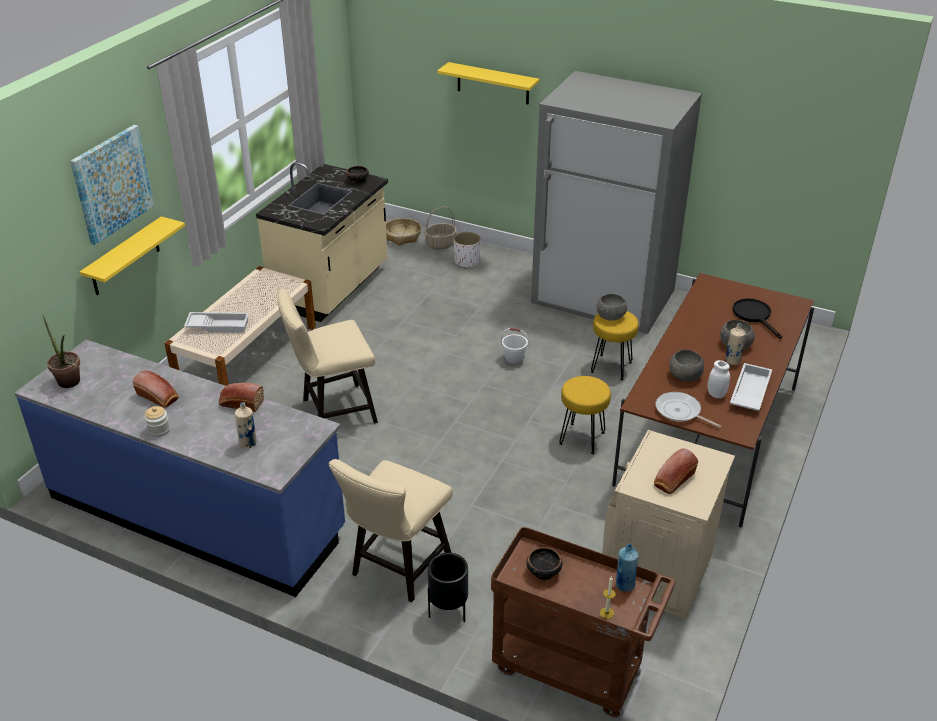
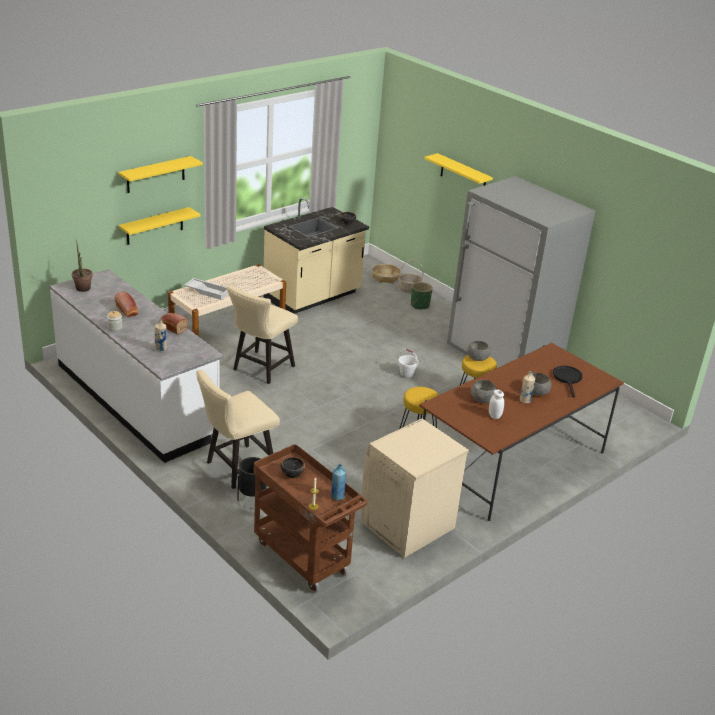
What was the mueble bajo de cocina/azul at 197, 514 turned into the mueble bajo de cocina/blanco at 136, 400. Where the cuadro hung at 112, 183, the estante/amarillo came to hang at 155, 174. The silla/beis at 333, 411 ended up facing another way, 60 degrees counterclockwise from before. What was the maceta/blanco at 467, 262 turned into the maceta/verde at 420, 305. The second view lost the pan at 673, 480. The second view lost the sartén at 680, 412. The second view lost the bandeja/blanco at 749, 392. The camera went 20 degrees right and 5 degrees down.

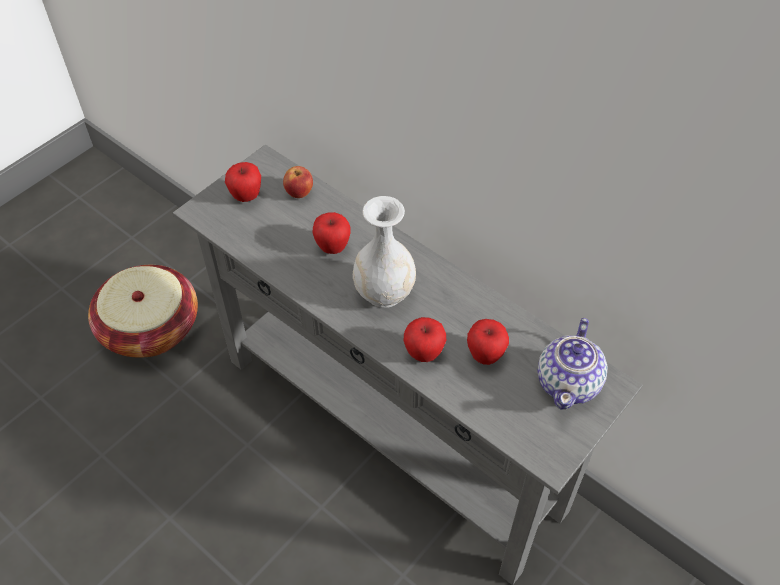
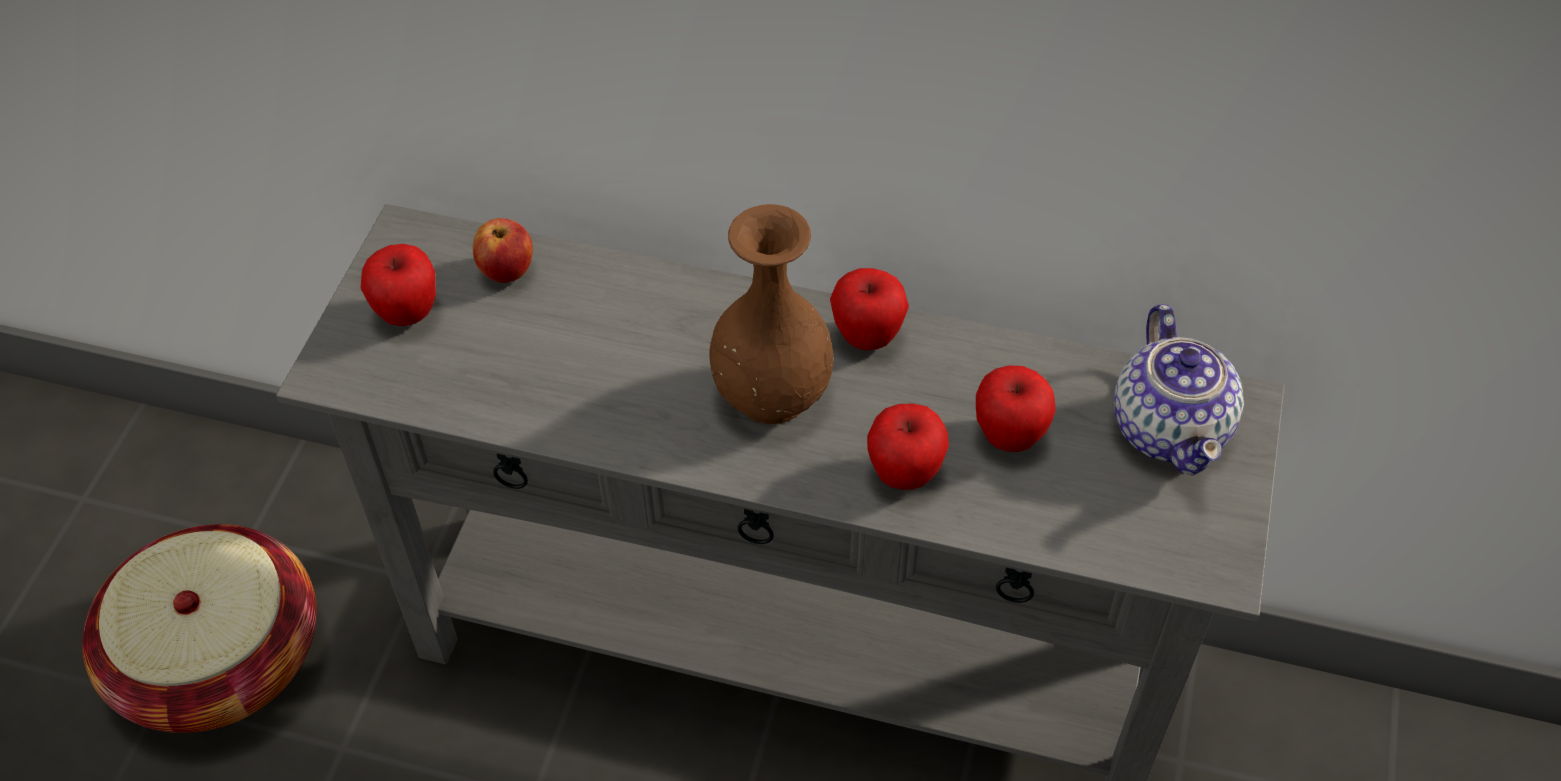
What was the florero/blanco at 384, 292 turned into the florero/marrón at 772, 393. The manzana ended up elsewhere, having gone from 333, 247 to 867, 336. The camera went 25 degrees left and 0 degrees up.

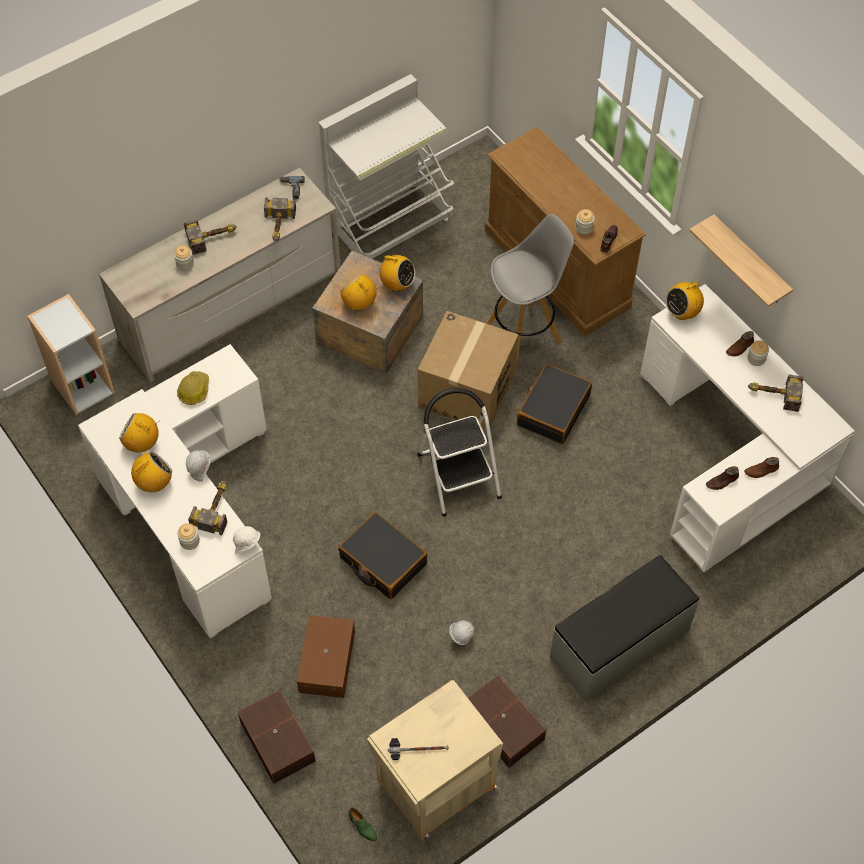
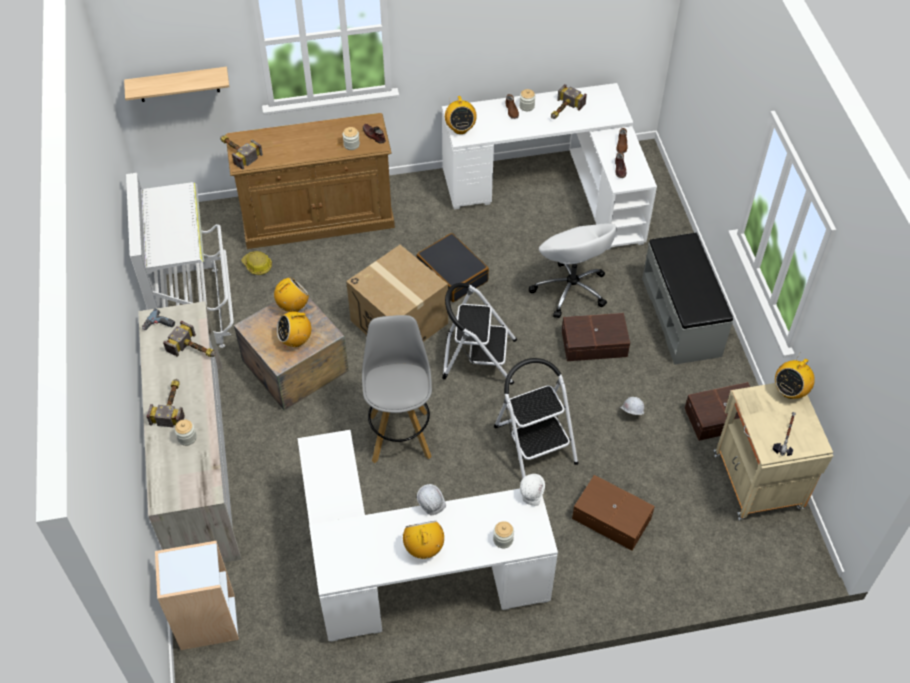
The estante ended up elsewhere, having gone from 750, 262 to 178, 84. The martillo ended up elsewhere, having gone from 215, 508 to 237, 151. The casco ended up elsewhere, having gone from 194, 390 to 257, 266. The taburete/gris ended up elsewhere, having gone from 524, 333 to 400, 435. Where the maleta/negro stood at 382, 561, the escalera de tijera came to stand at 534, 442. The second view gained the silla de oficina/blanco at 571, 291. The caja de almacenaje/marrón ended up elsewhere, having gone from 276, 743 to 595, 344. The radio ended up elsewhere, having gone from 142, 444 to 790, 391. The second view lost the zapato/verde at 362, 827. The camera went 65 degrees left and 5 degrees down.

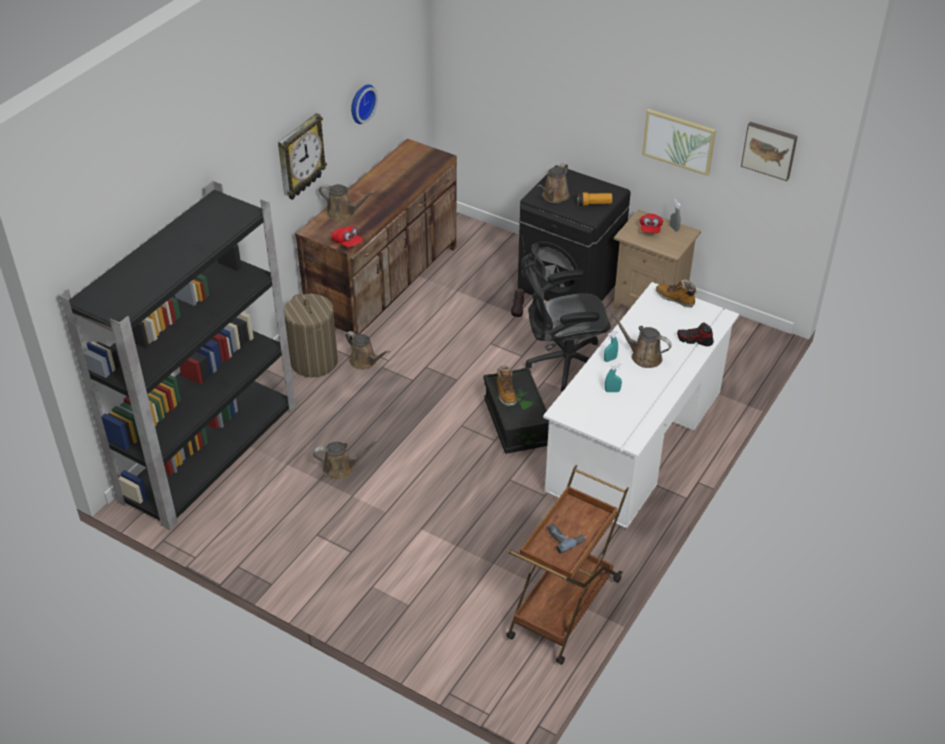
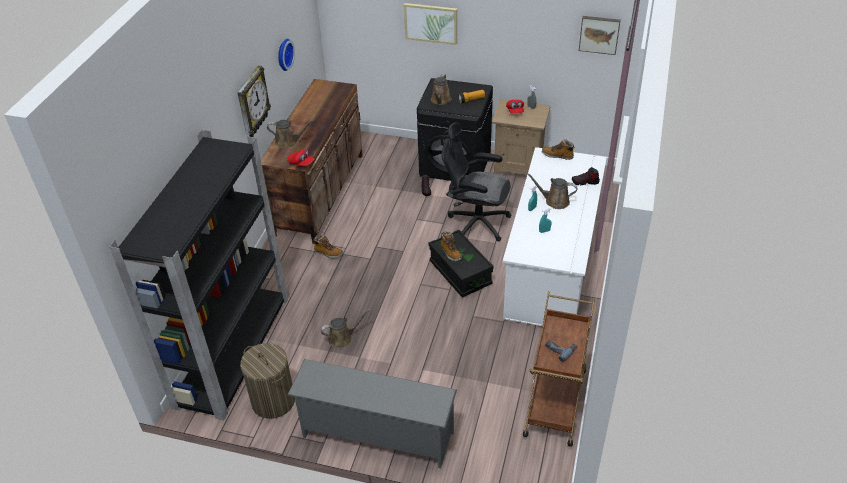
The cesto de la ropa ended up elsewhere, having gone from 314, 362 to 273, 401. The second view gained the zapatero/gris at 376, 436. Where the regadera/marrón stood at 365, 361, the bota came to stand at 328, 253. The cuadro ended up elsewhere, having gone from 679, 141 to 431, 23. The silla de oficina at 562, 364 ended up facing another way, 45 degrees clockwise from before. The camera went 15 degrees left and 0 degrees up.

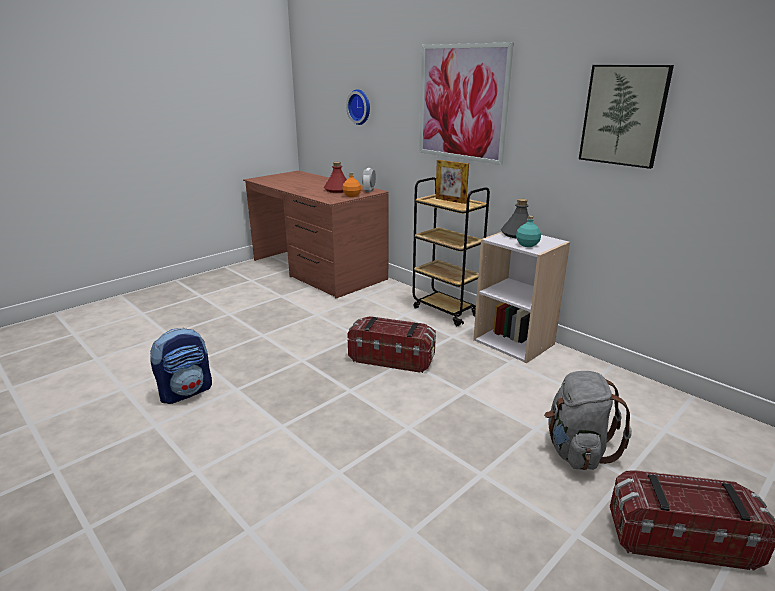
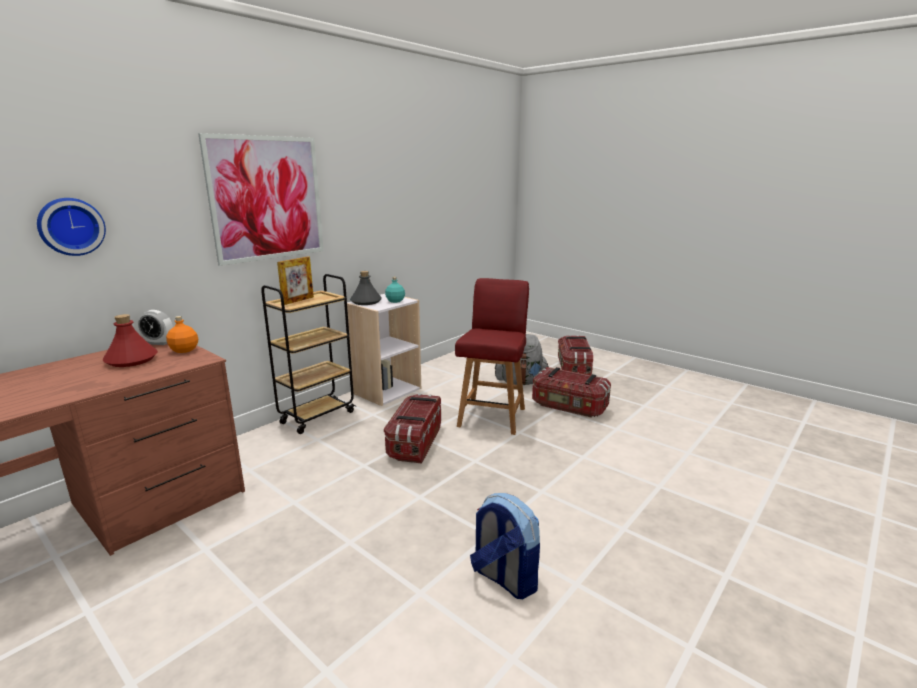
The second view gained the silla/rojo at 492, 416. The second view gained the caja de almacenaje at 569, 407. The second view lost the cuadro at 623, 115. The camera went 95 degrees left and 5 degrees down.

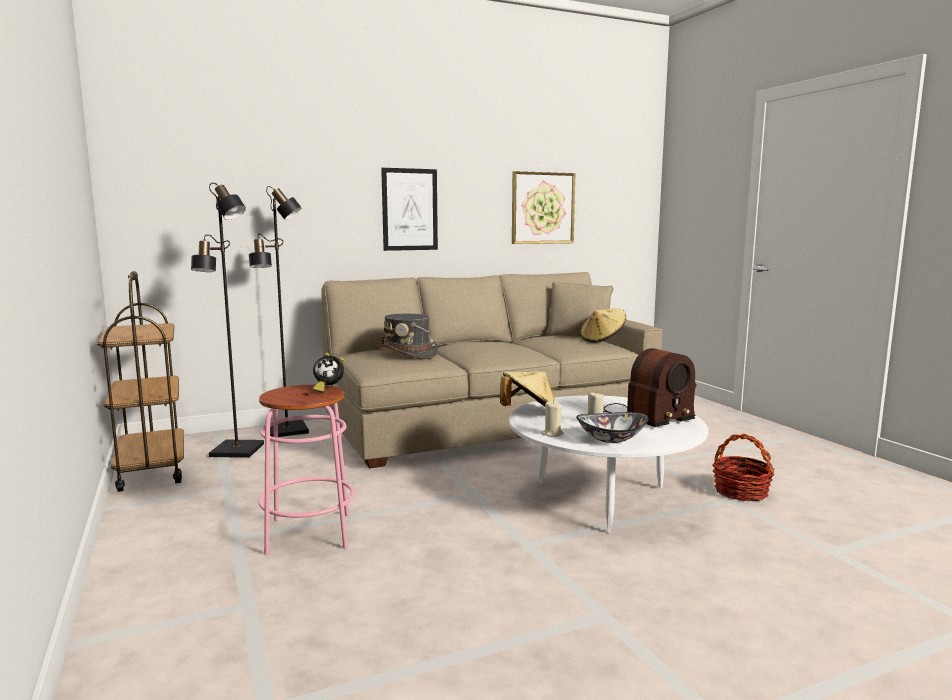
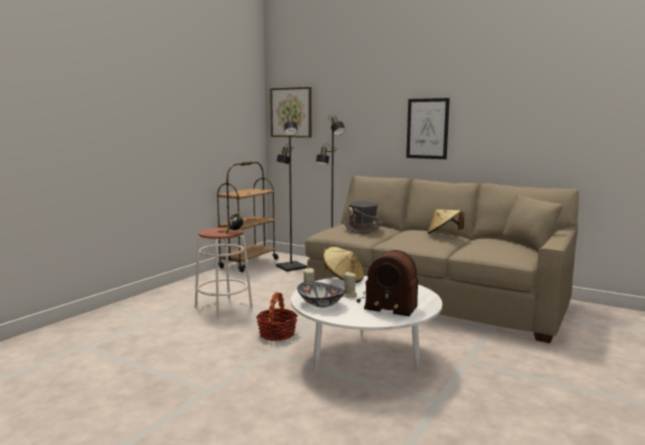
What was the taburete/rosa at 309, 533 turned into the taburete/blanco at 223, 307. The cesta ended up elsewhere, having gone from 740, 492 to 277, 334. The cuadro ended up elsewhere, having gone from 542, 208 to 291, 112. The sombrero/beis ended up elsewhere, having gone from 602, 340 to 443, 234. The camera went 55 degrees right and 0 degrees up.

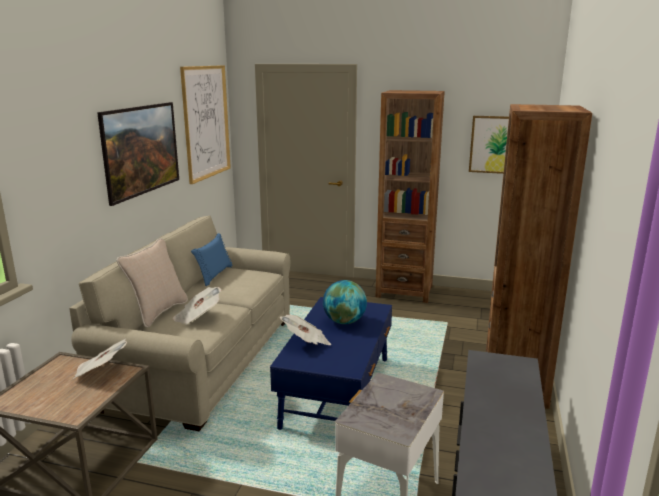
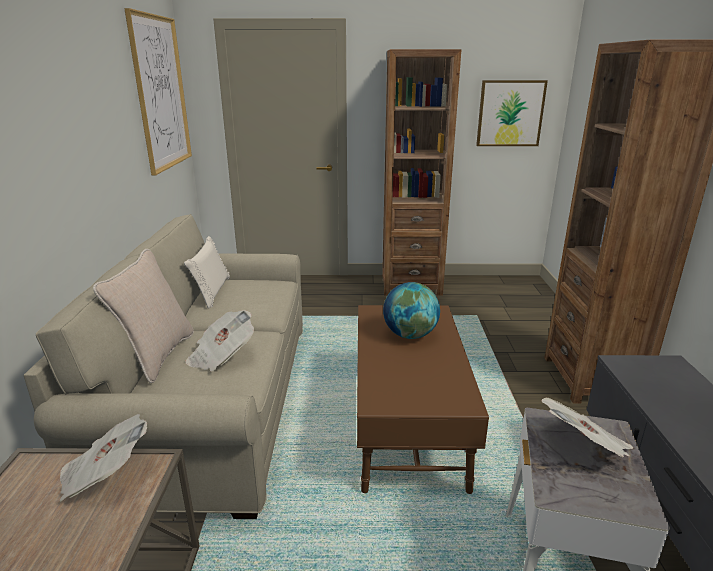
What was the cojín/azul at 214, 275 turned into the cojín/blanco at 212, 292. What was the mesa de centro/azul at 337, 391 turned into the mesa de centro/marrón at 407, 421. The periódico ended up elsewhere, having gone from 306, 342 to 585, 447. The second view lost the cuadro at 144, 171. The camera went 15 degrees left and 5 degrees up.

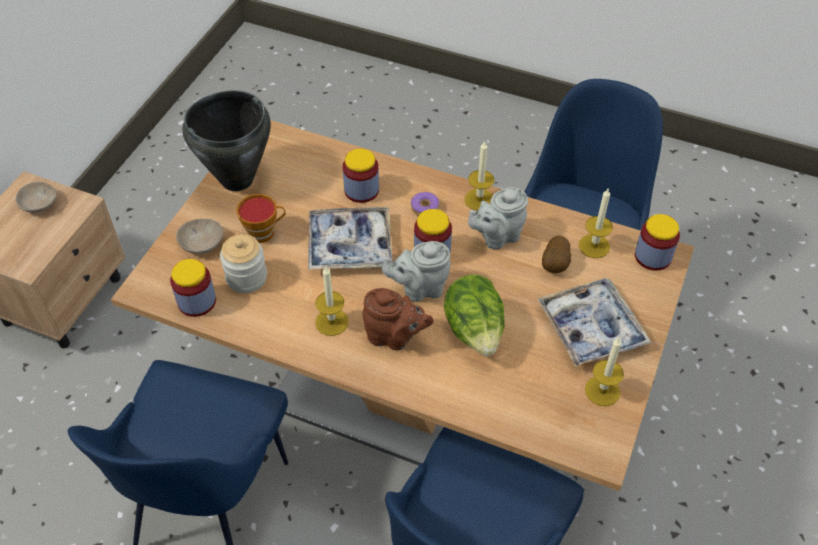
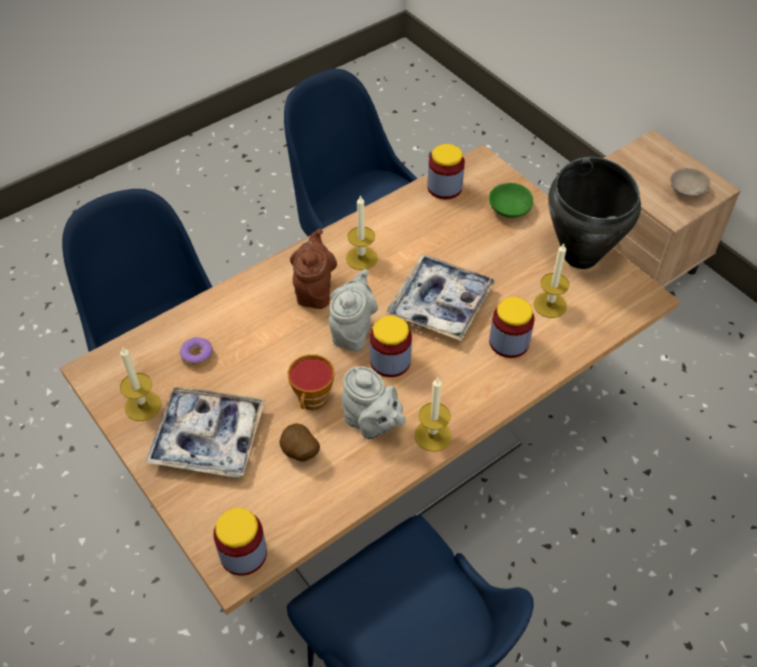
The rosquilla ended up elsewhere, having gone from 424, 208 to 197, 356. The taza ended up elsewhere, having gone from 264, 232 to 312, 401. The tetera/marrón at 394, 337 ended up facing another way, 135 degrees clockwise from before. The tetera/gris at 497, 236 ended up facing another way, 135 degrees clockwise from before. What was the cuenco/beis at 201, 245 turned into the cuenco/verde at 508, 208. The vela ended up elsewhere, having gone from 594, 246 to 550, 305. The second view lost the tarro at 246, 277. The second view lost the lechuga at 474, 331. The camera went 120 degrees right and 0 degrees up.

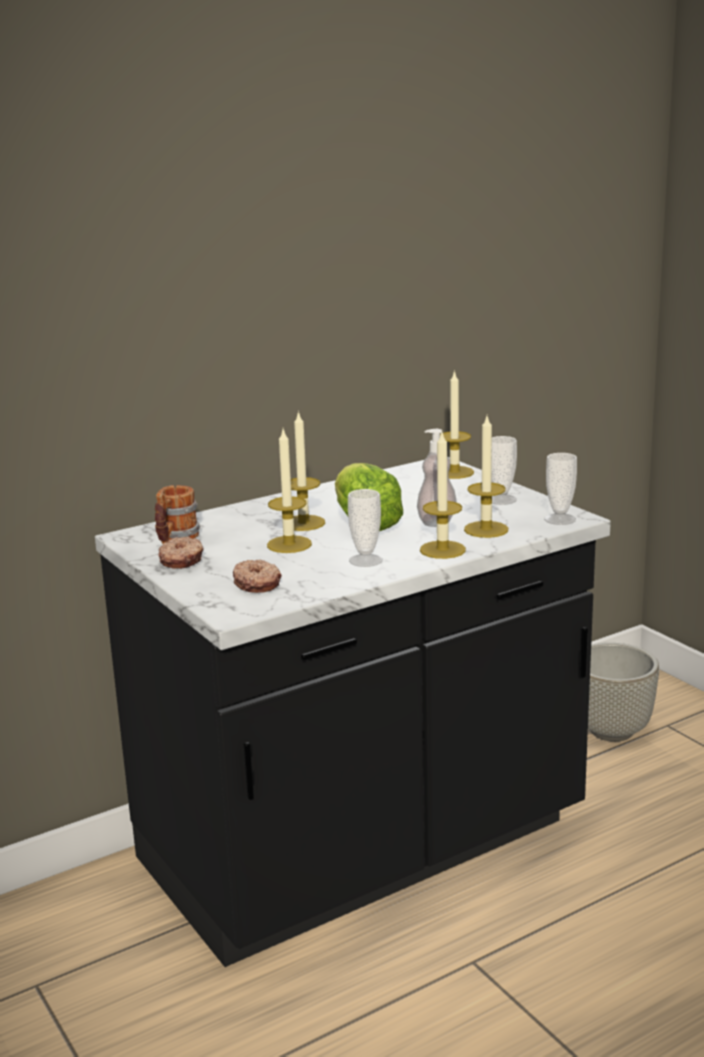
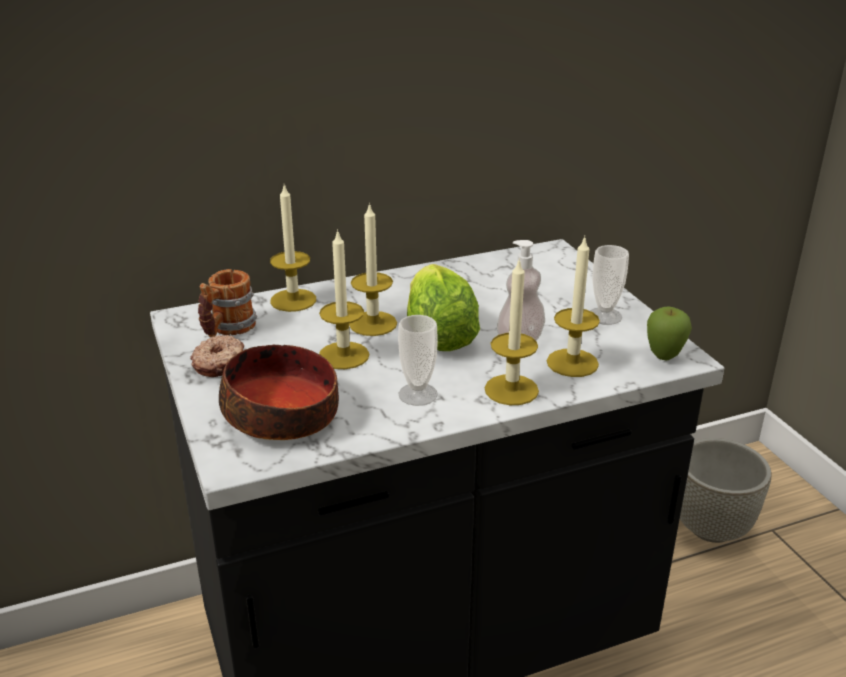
Where the rosquilla stood at 257, 583, the cuenco came to stand at 282, 415. The vela ended up elsewhere, having gone from 454, 472 to 293, 300. Where the taza stood at 560, 519, the manzana came to stand at 663, 358. The camera went 10 degrees right and 10 degrees up.

